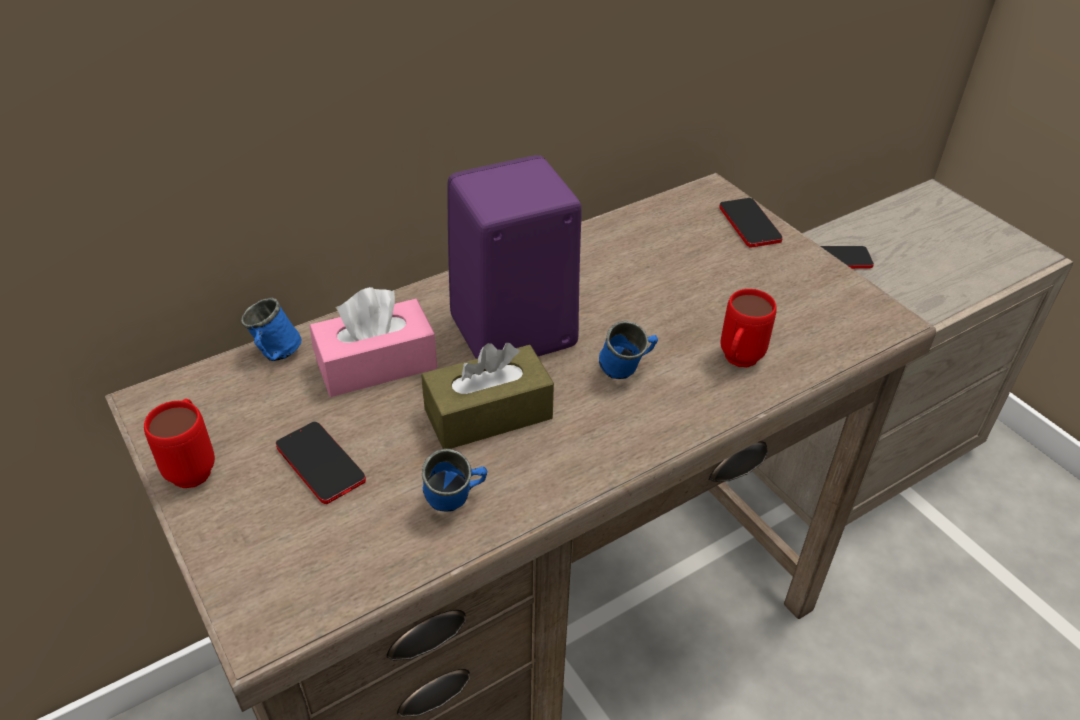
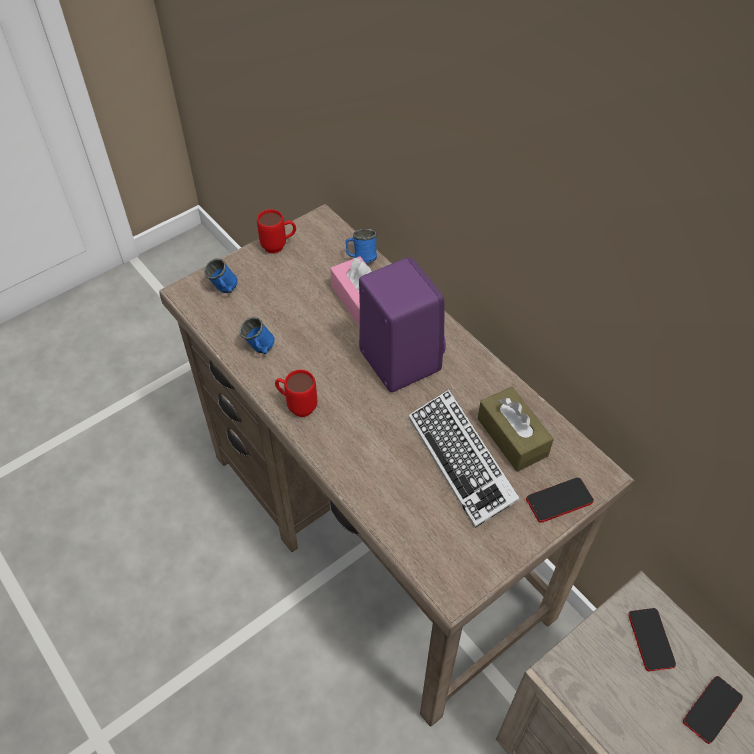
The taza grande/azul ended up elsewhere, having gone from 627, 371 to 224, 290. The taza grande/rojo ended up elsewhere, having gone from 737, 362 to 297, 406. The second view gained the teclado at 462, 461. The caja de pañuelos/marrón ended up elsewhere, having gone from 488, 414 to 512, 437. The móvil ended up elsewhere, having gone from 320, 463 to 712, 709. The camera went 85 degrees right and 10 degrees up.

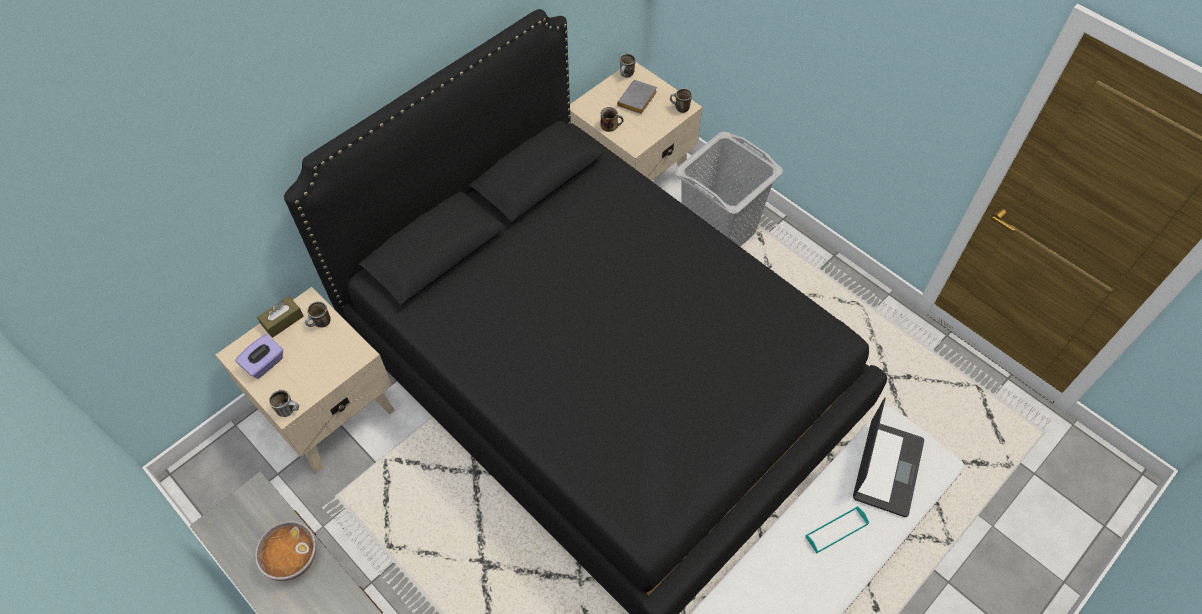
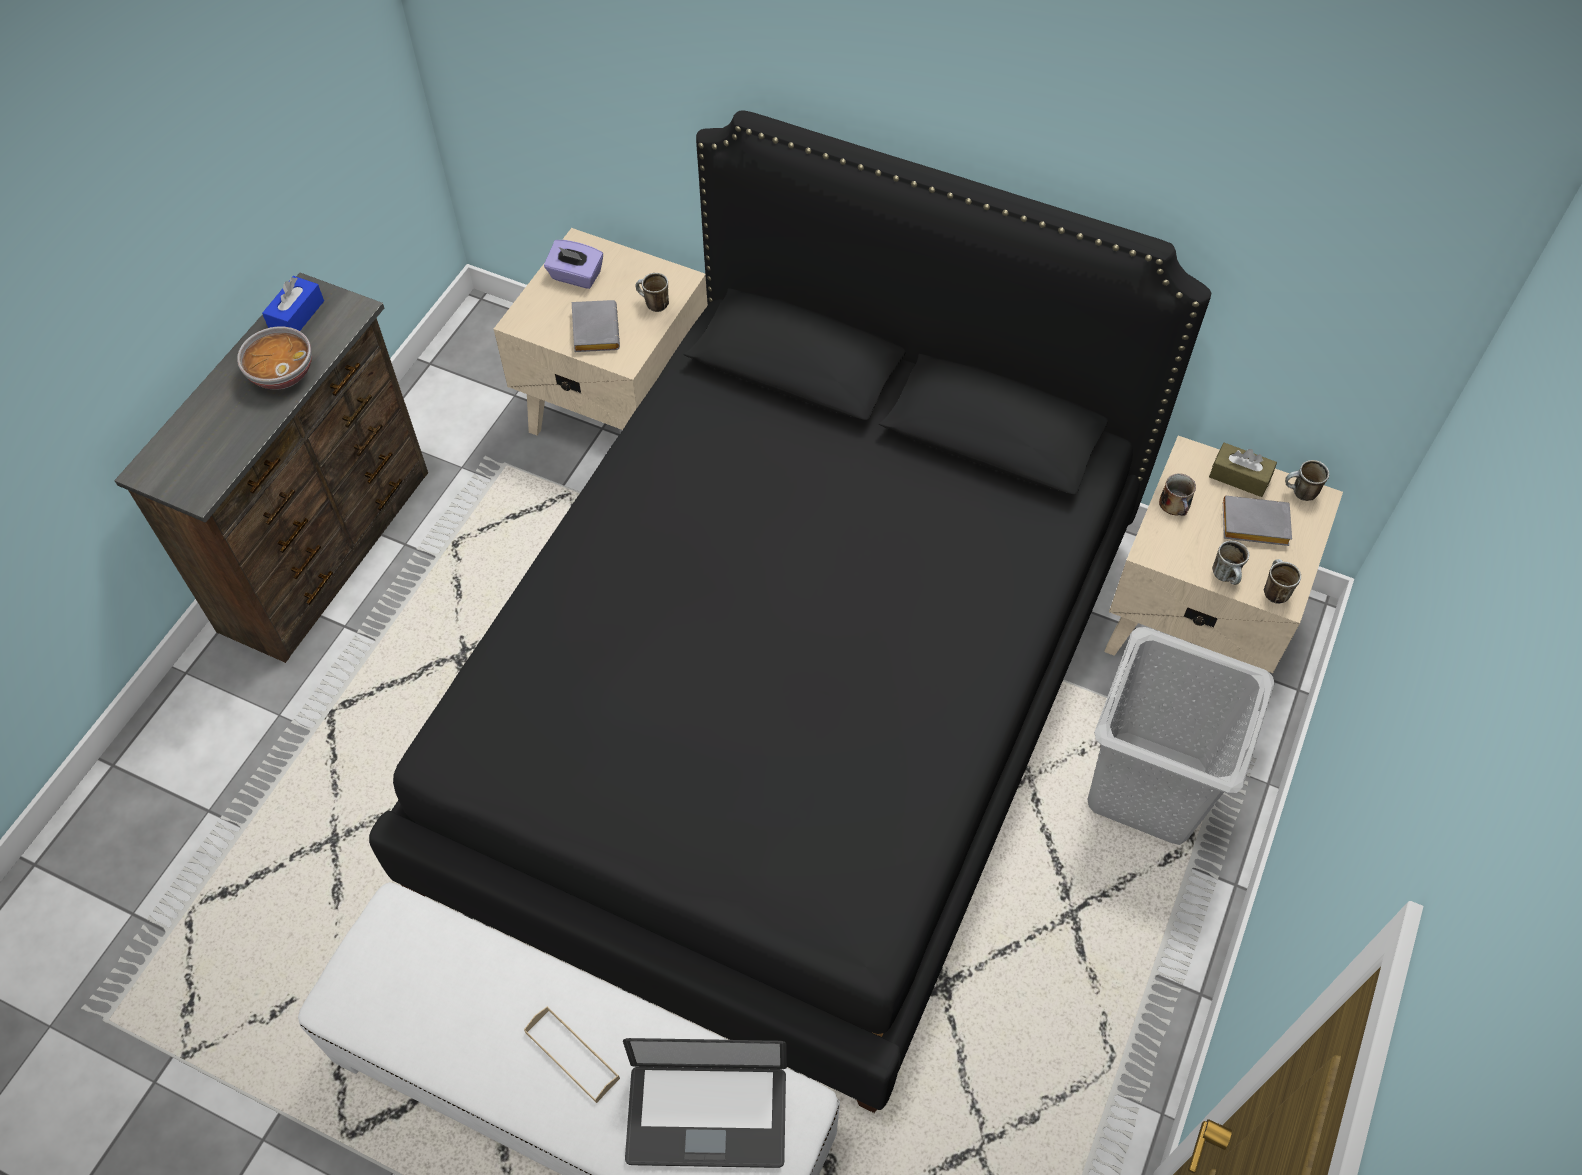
The second view gained the caja de pañuelos/azul at 297, 315. What was the bandeja/turquesa at 836, 530 turned into the bandeja/beis at 572, 1055. The second view gained the libro/gris at 593, 329. The caja de pañuelos/marrón ended up elsewhere, having gone from 283, 321 to 1239, 477. The taza grande ended up elsewhere, having gone from 289, 410 to 1227, 577. The camera went 70 degrees right and 0 degrees up.

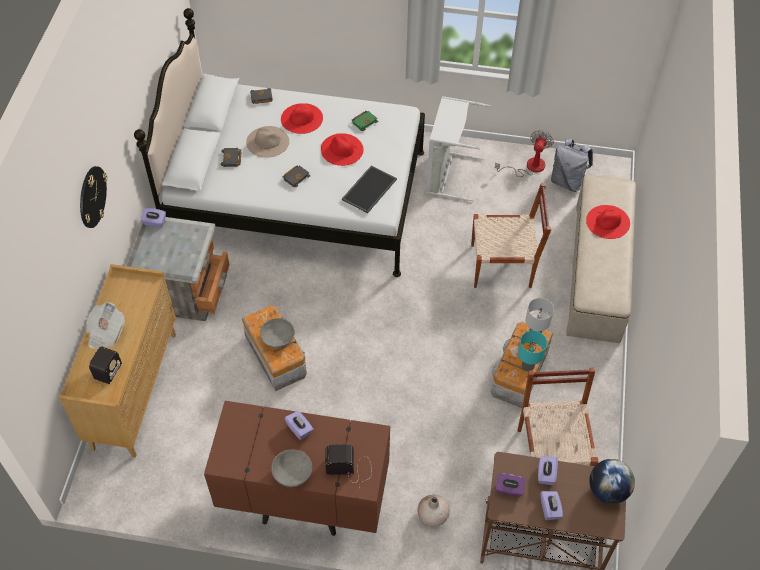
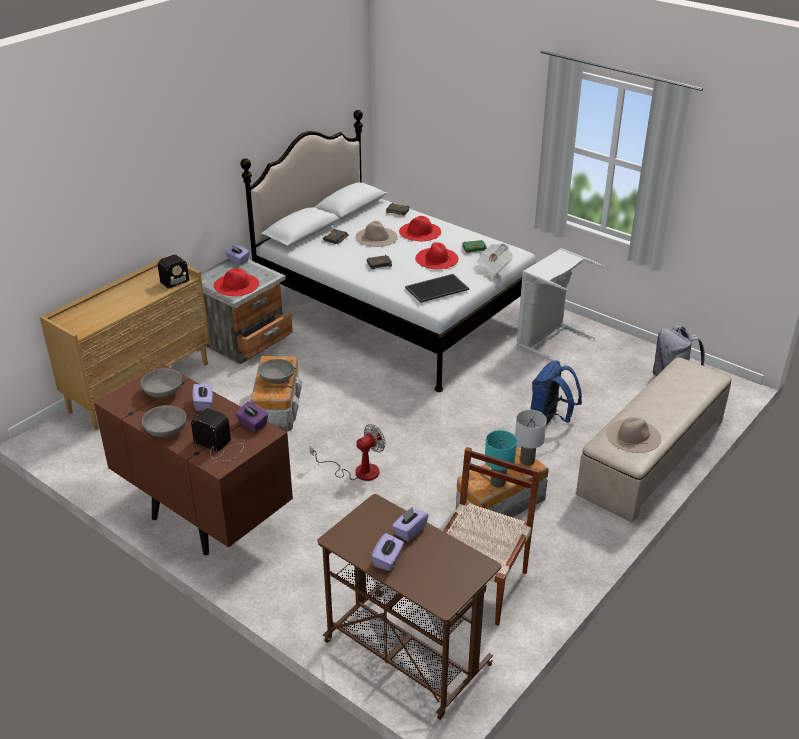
The second view gained the cuenco/gris at 163, 392. The radio ended up elsewhere, having gone from 101, 378 to 165, 283. The sombrero/rojo ended up elsewhere, having gone from 608, 222 to 236, 284. The caja de pañuelos/morado ended up elsewhere, having gone from 509, 489 to 252, 424. The ventilador ended up elsewhere, having gone from 529, 167 to 358, 471. The periódico ended up elsewhere, having gone from 105, 333 to 491, 269. Where the silla stood at 503, 266, the mochila/azul came to stand at 550, 419. The second view gained the sombrero/beis at 633, 436. The second view lost the reloj de pared at 92, 197. The second view lost the florero/beis at 432, 515. The second view lost the globo terráqueo at 607, 490. The camera went 30 degrees right and 20 degrees down.

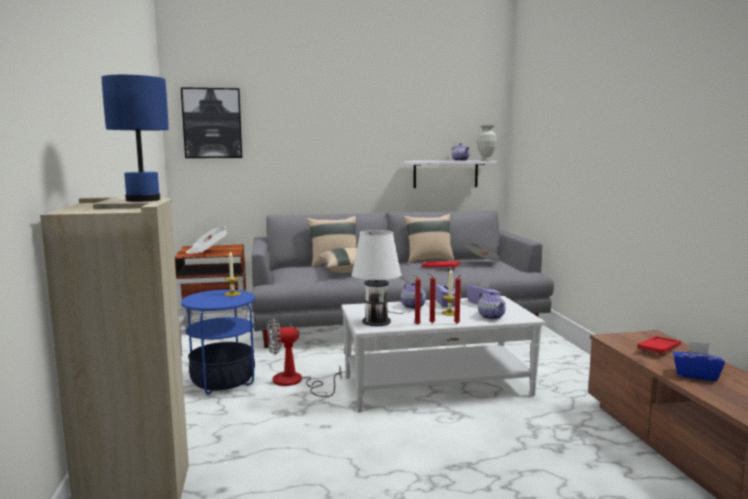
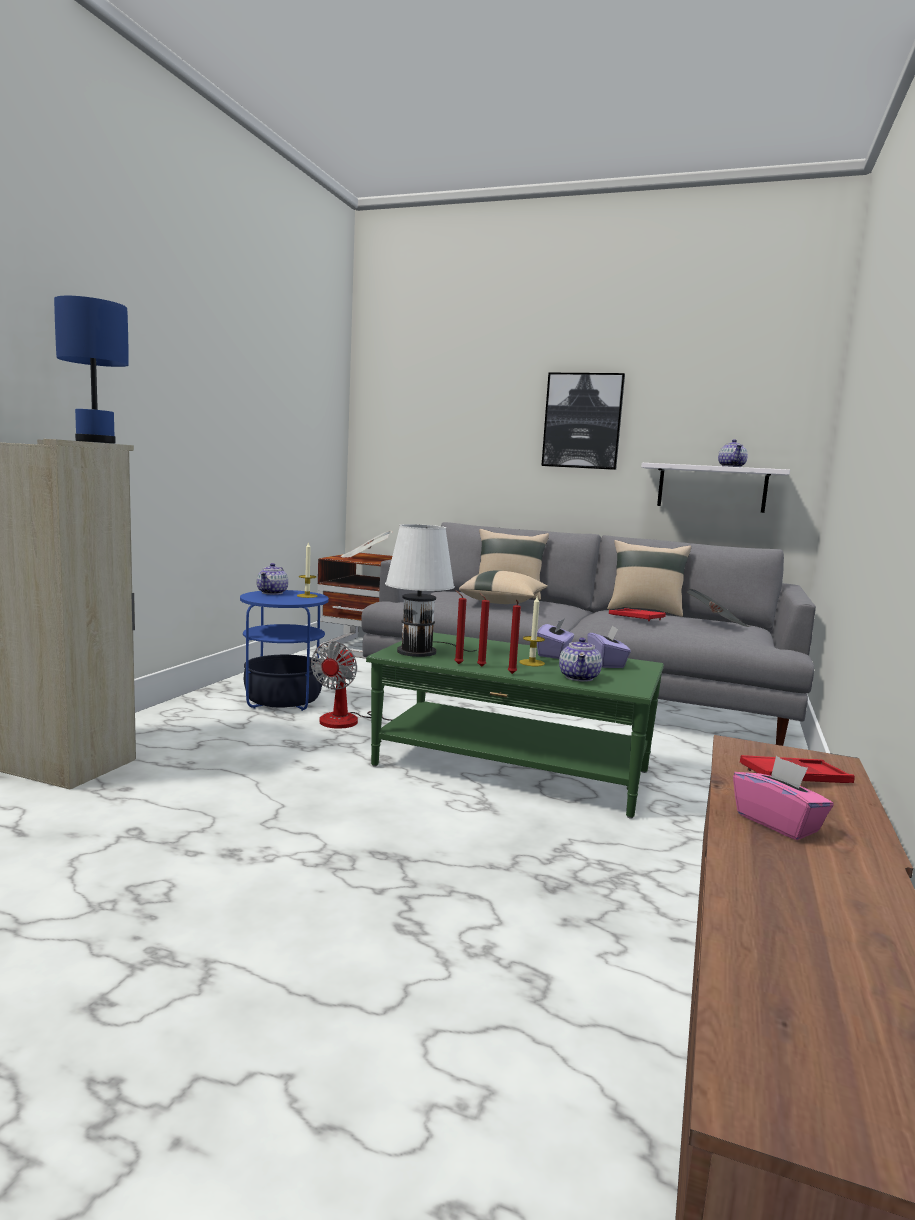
The tetera ended up elsewhere, having gone from 413, 306 to 273, 592. The ventilador at 295, 382 ended up facing another way, 90 degrees counterclockwise from before. What was the mesa de centro/blanco at 437, 385 turned into the mesa de centro/verde at 513, 769. The cuadro ended up elsewhere, having gone from 212, 123 to 582, 421. What was the caja de pañuelos/azul at 695, 375 turned into the caja de pañuelos/rosa at 777, 823. The second view lost the florero at 486, 160. The camera went 30 degrees right and 0 degrees up.

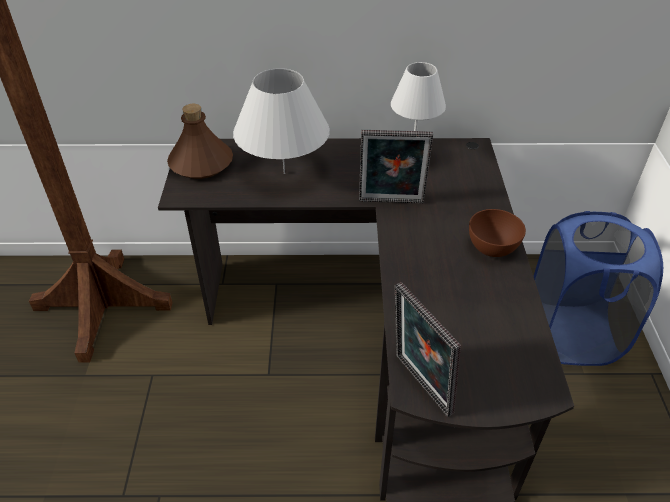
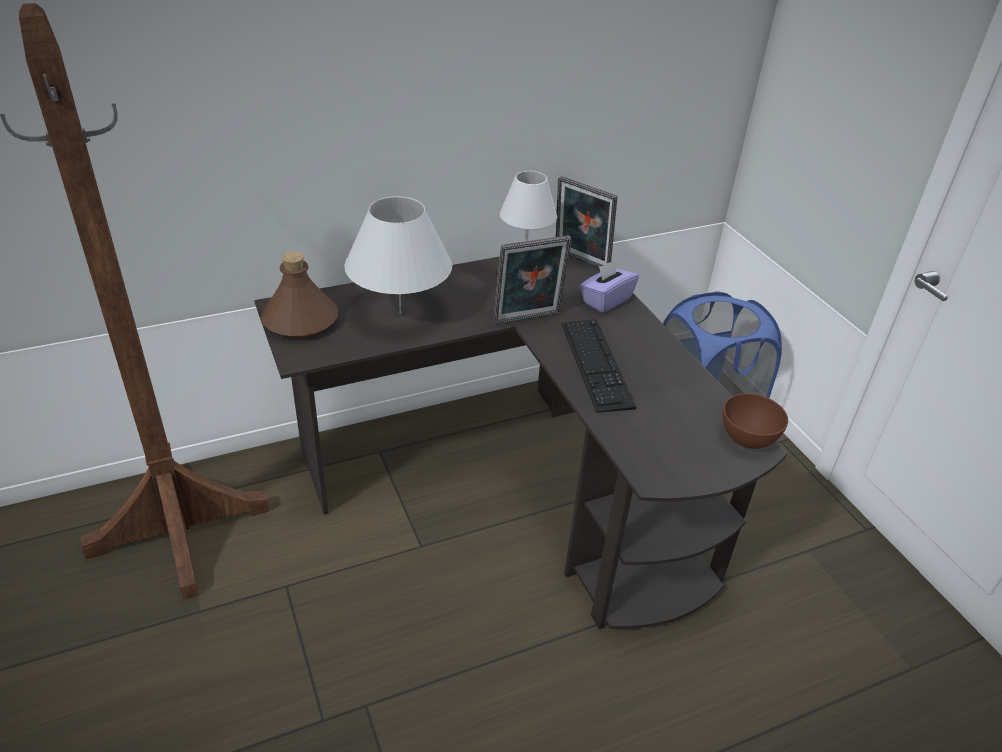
The portarretratos ended up elsewhere, having gone from 419, 386 to 580, 261. The second view gained the teclado at 596, 364. The second view gained the caja de pañuelos/morado at 606, 300. The cuenco/marrón ended up elsewhere, having gone from 492, 248 to 748, 438. The camera went 25 degrees left and 5 degrees down.

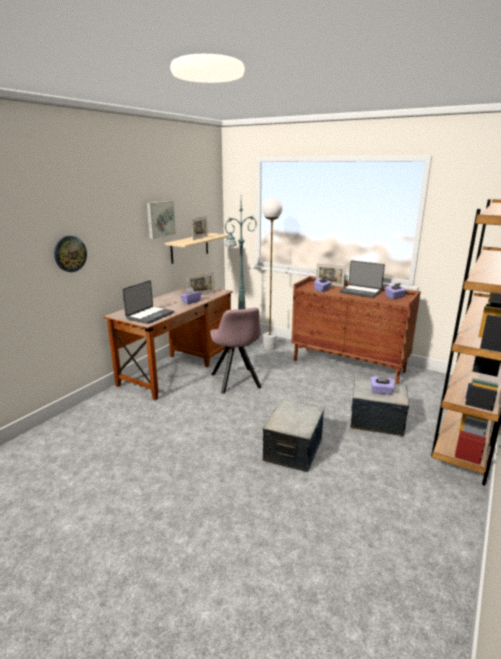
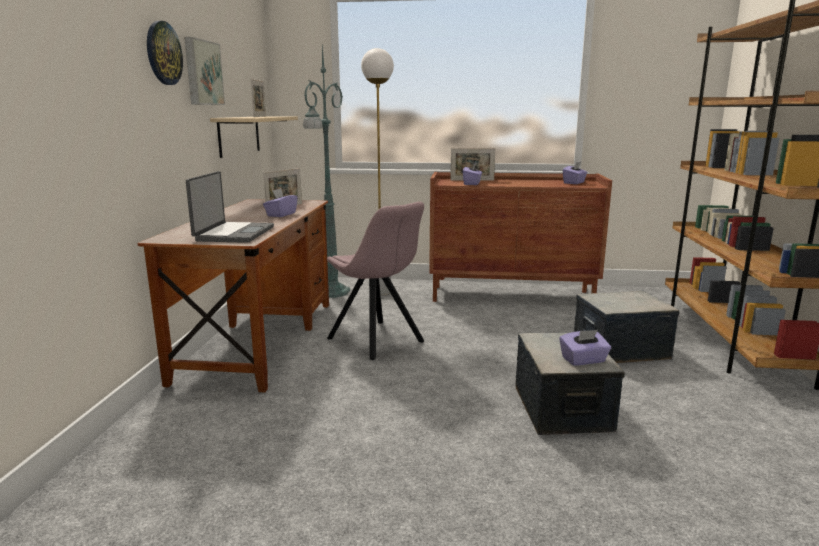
The reloj de pared ended up elsewhere, having gone from 70, 254 to 163, 53. The caja de pañuelos/morado ended up elsewhere, having gone from 381, 391 to 583, 360. The second view lost the portátil at 361, 292. The camera went 25 degrees left and 5 degrees down.

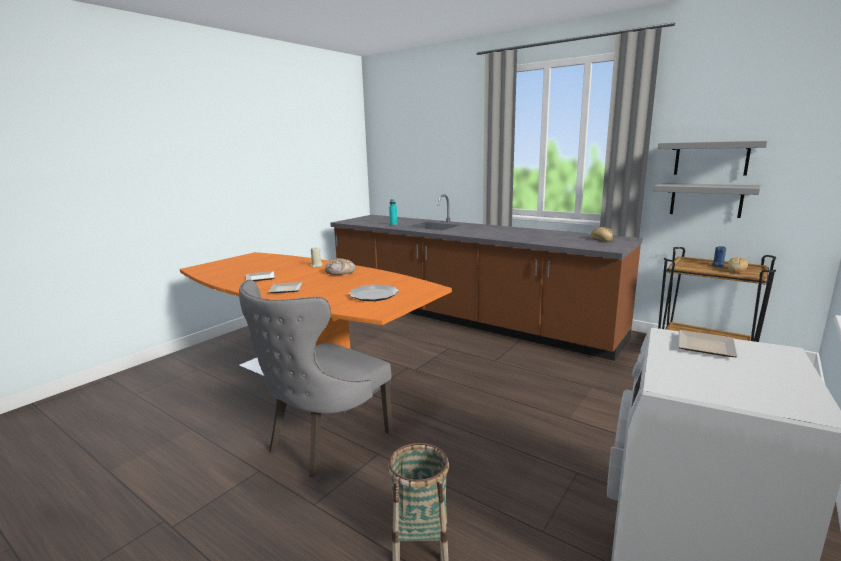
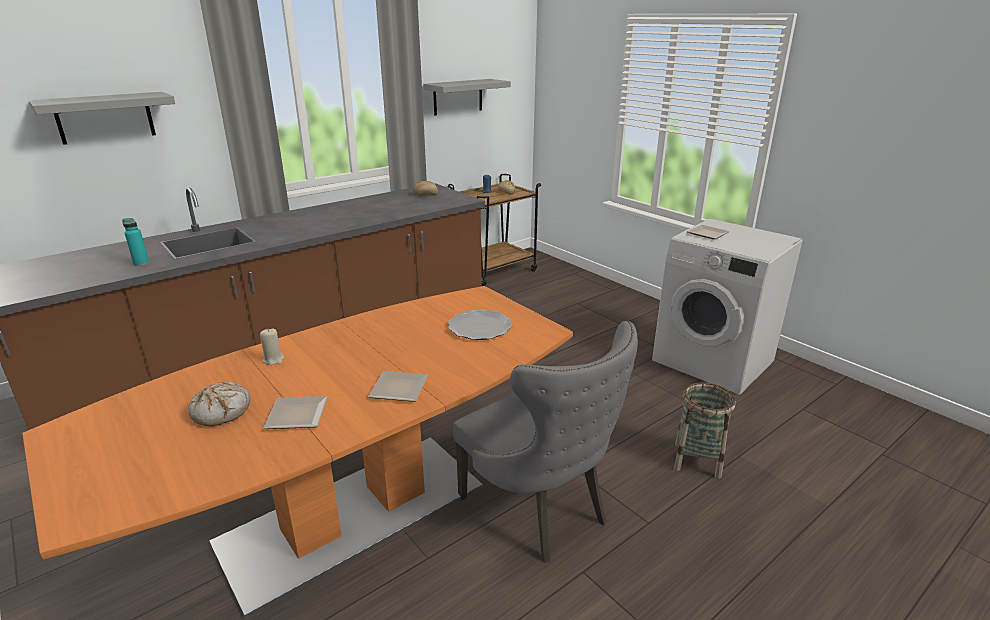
The estante/gris ended up elsewhere, having gone from 706, 200 to 105, 117. The pan ended up elsewhere, having gone from 340, 272 to 221, 411. The camera went 75 degrees left and 10 degrees up.

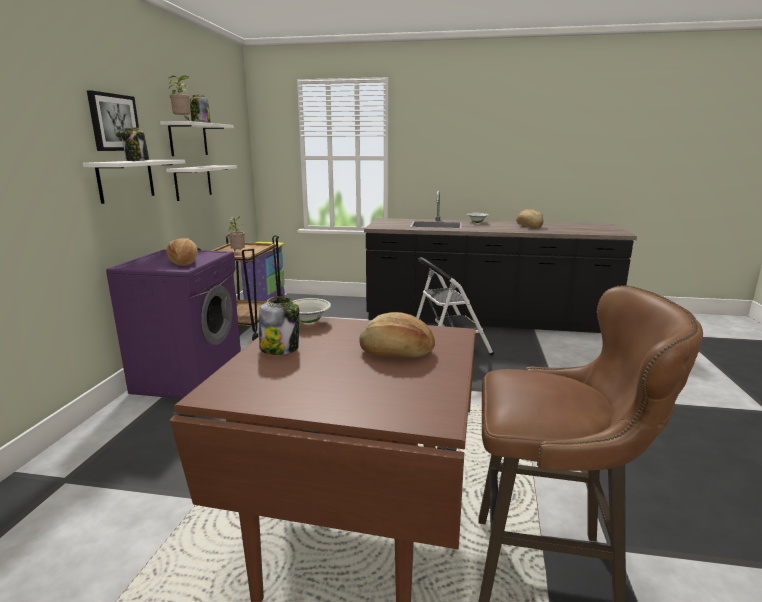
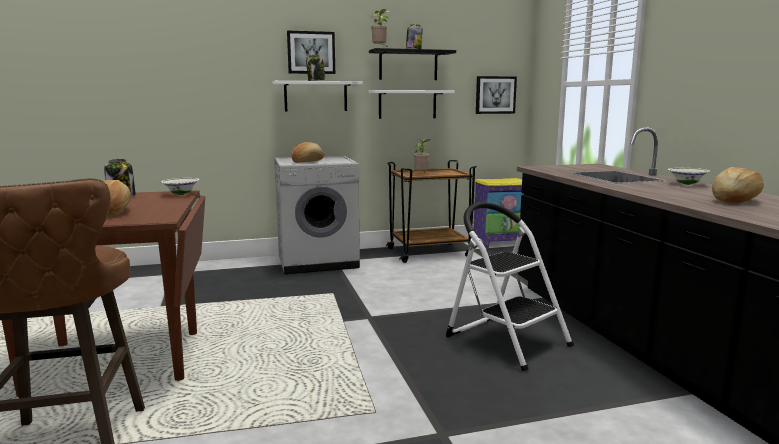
What was the lavadora/morado at 191, 376 turned into the lavadora/blanco at 318, 262. What was the estante/blanco at 188, 139 turned into the estante/negro at 408, 65. The second view gained the cuadro at 495, 95. The camera went 65 degrees right and 5 degrees down.

